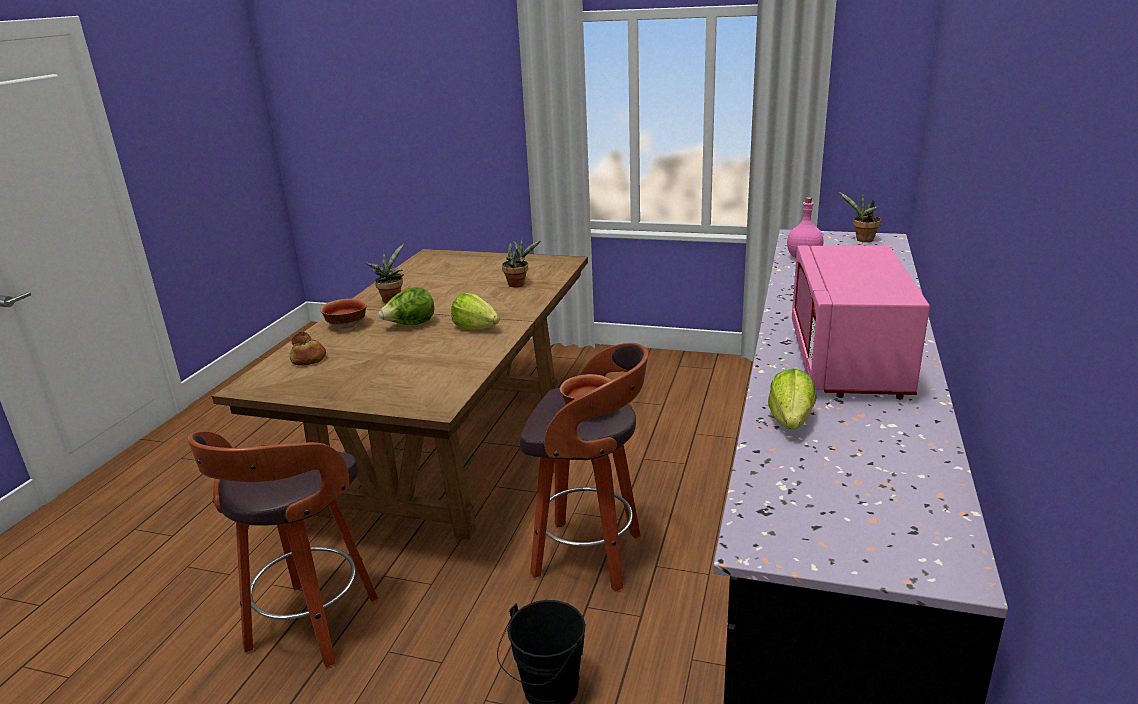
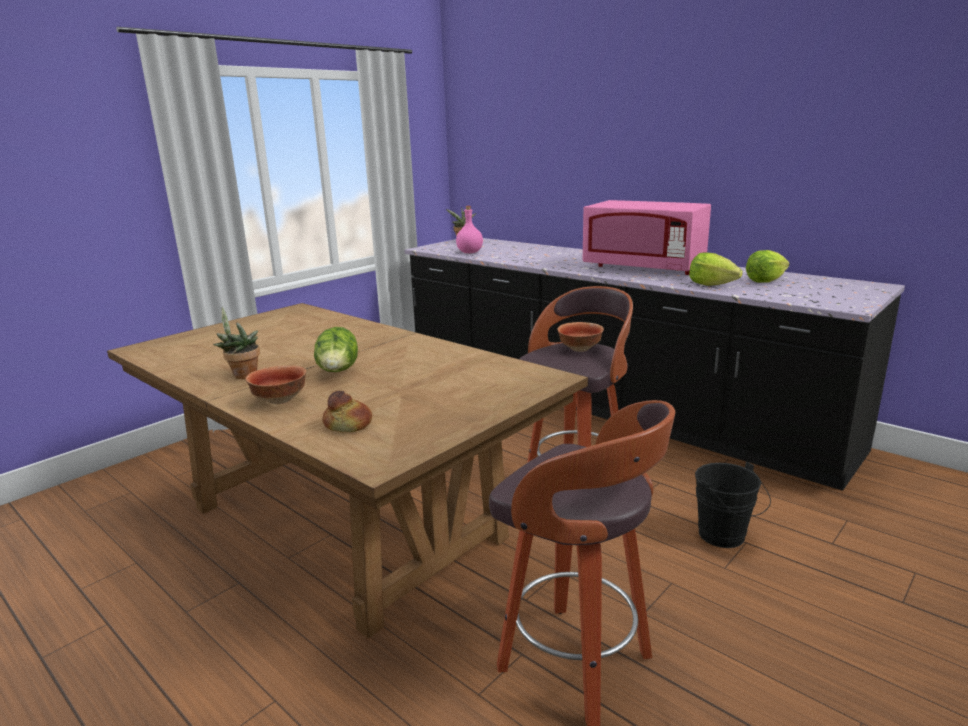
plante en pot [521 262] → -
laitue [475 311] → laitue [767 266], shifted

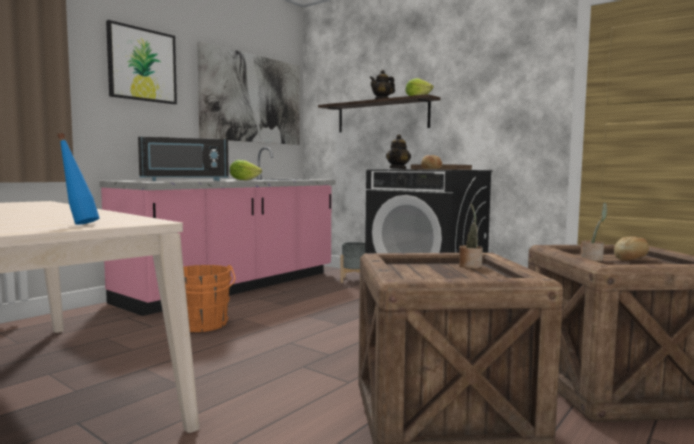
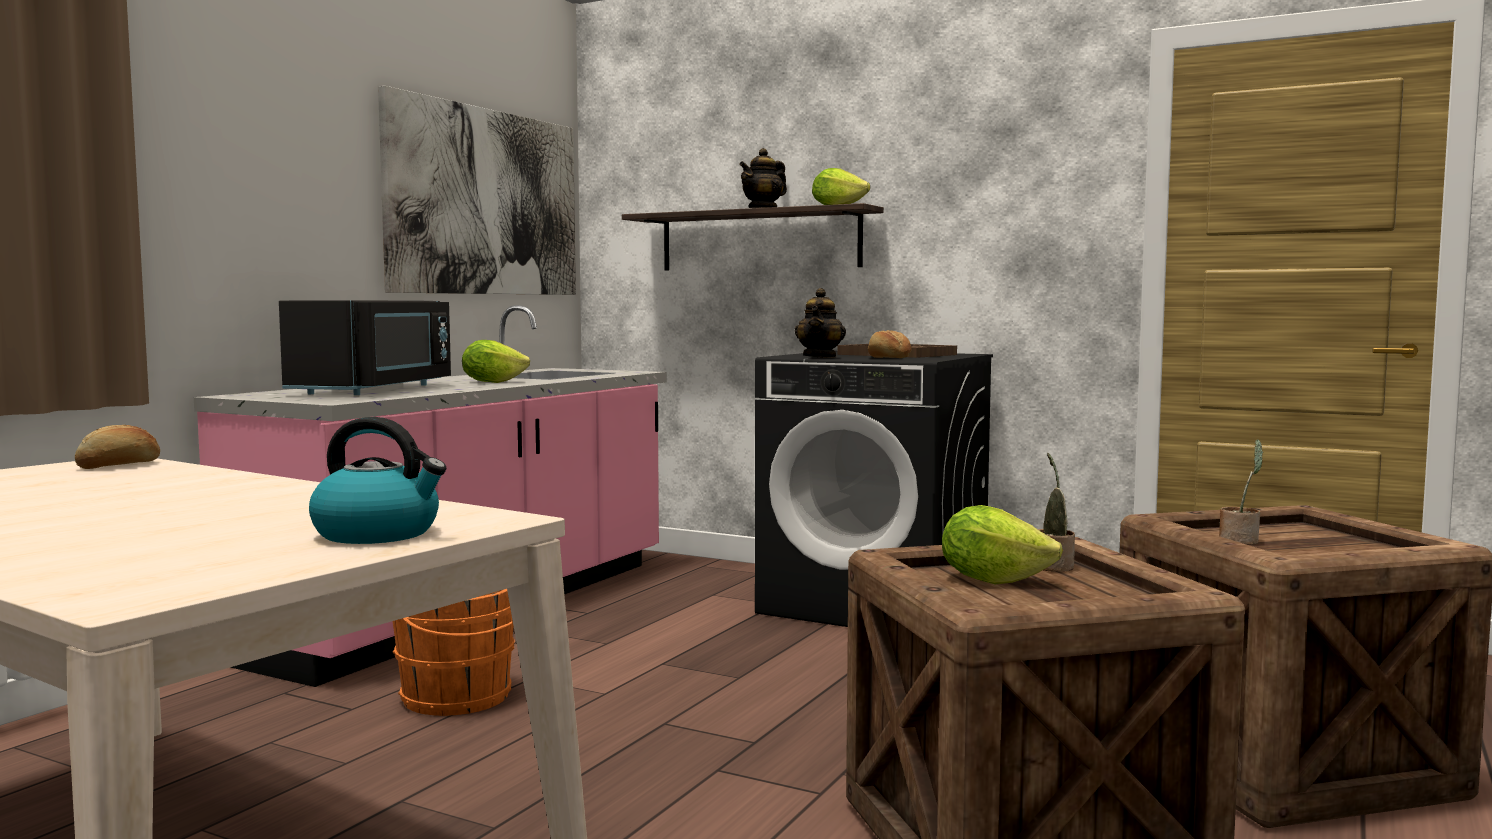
tableau [141 62] → -
bouteille [bleu] [78 179] → bouilloire [377 480]
micro-ondes [noir] [183 159] → micro-ondes [noir] [365 347], 45 degrees counterclockwise
pain [631 248] → pain [117 447], shifted
cache-pot [gris] [352 262] → -
- → laitue [1002 544]

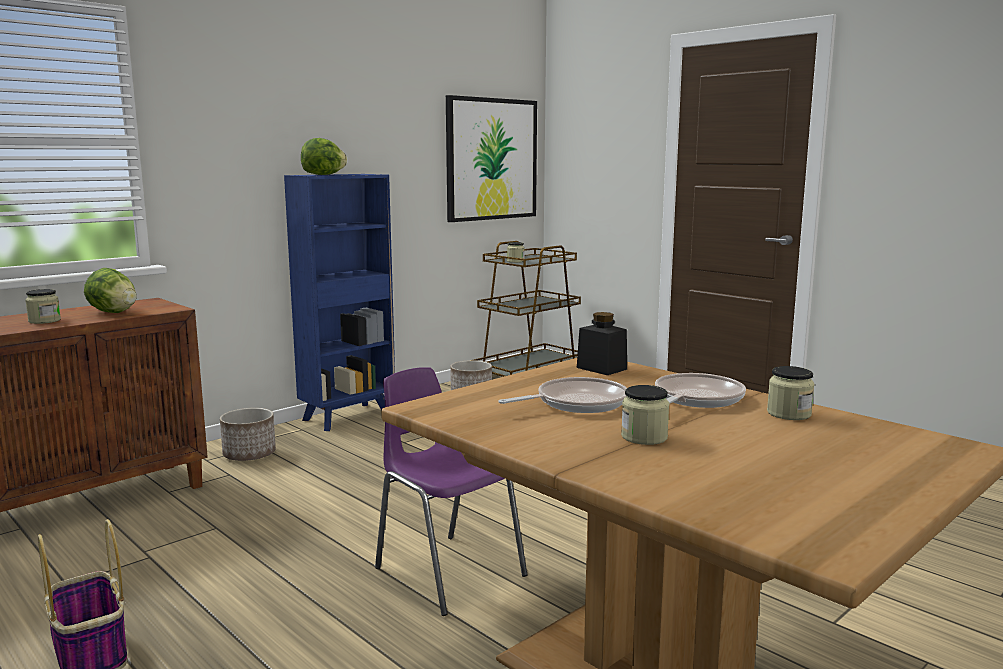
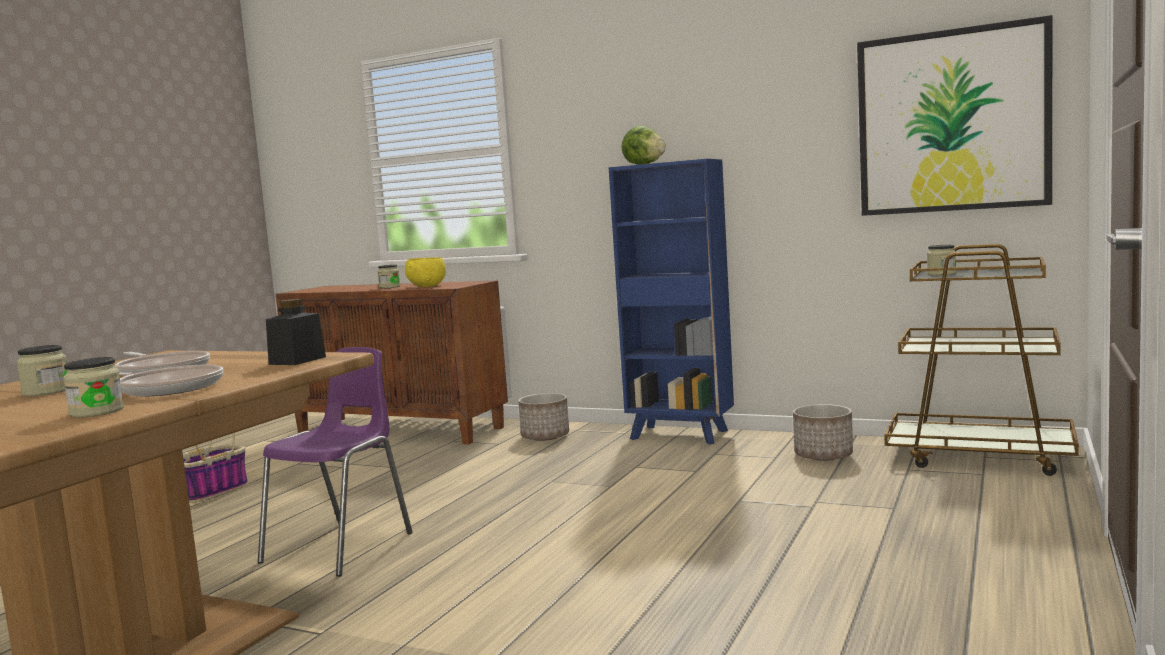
laitue [110 290] → bol [jaune] [425 272]

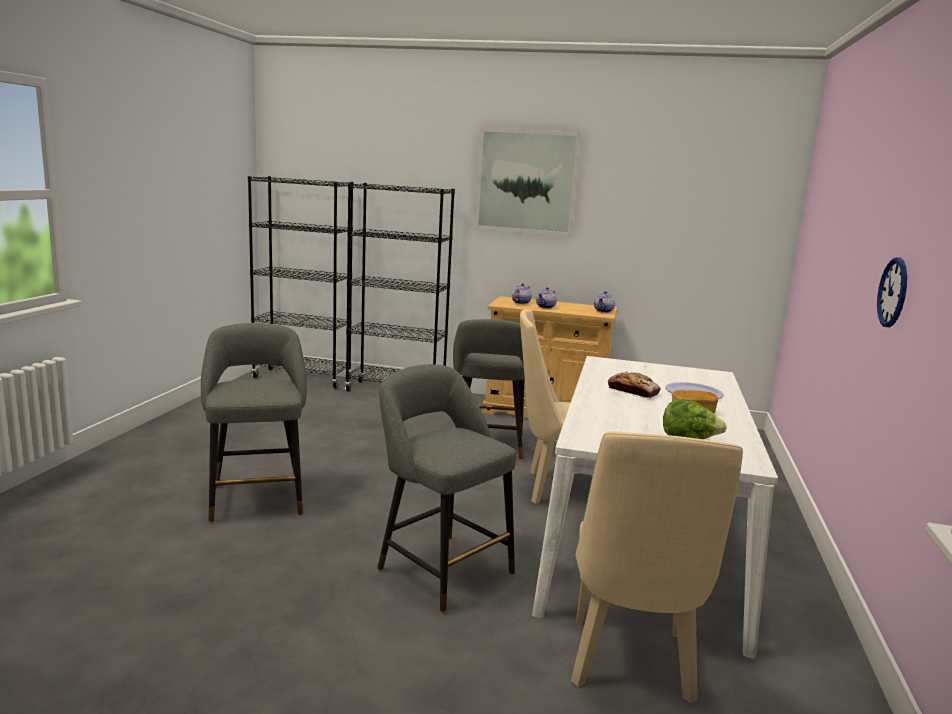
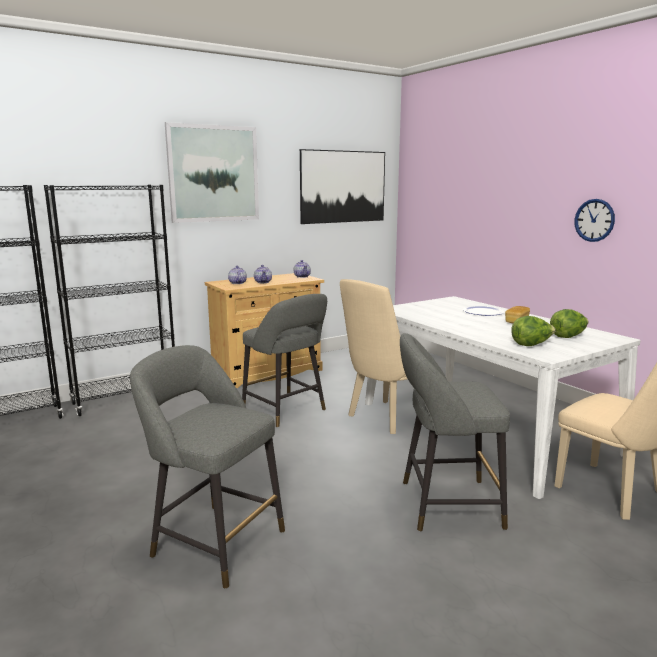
pain [634 384] → -
- → tableau [342 186]
- → laitue [533 331]

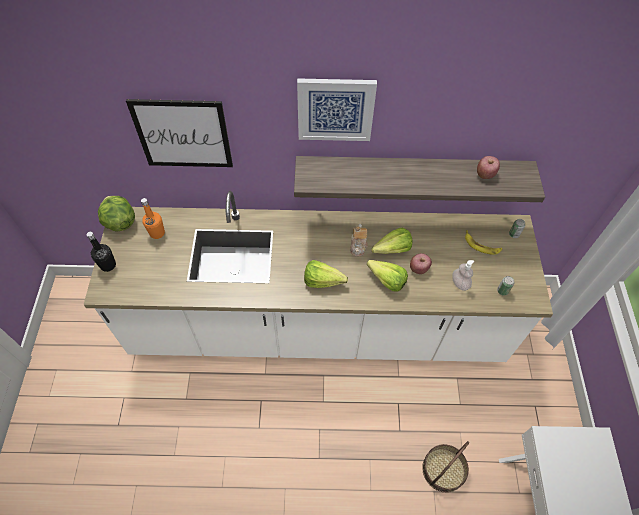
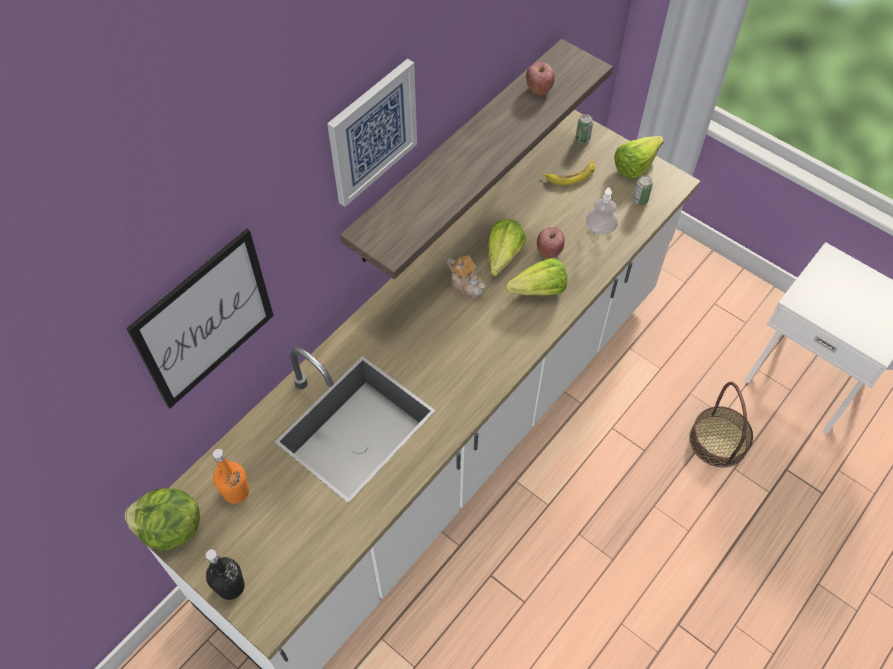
laitue [326 274] → laitue [639 157], shifted

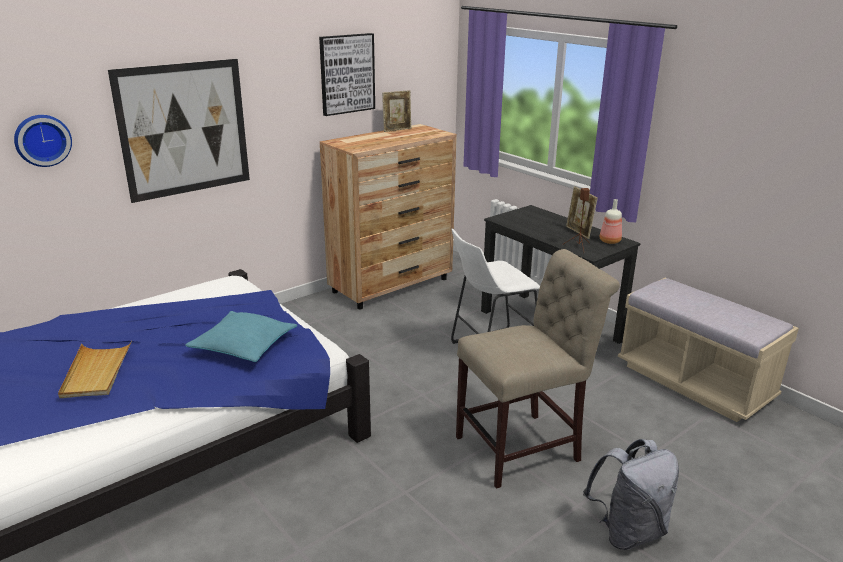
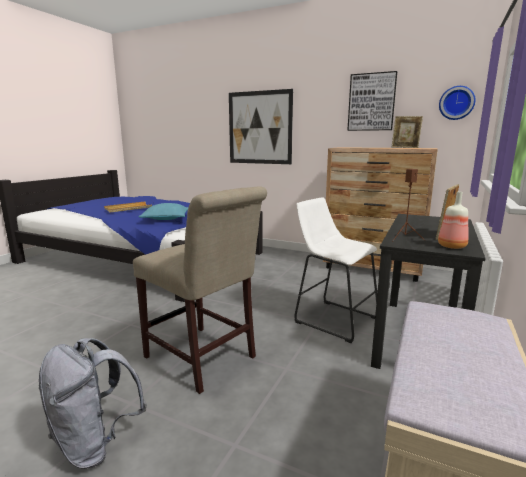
horloge murale [43 141] → horloge murale [457 103], shifted

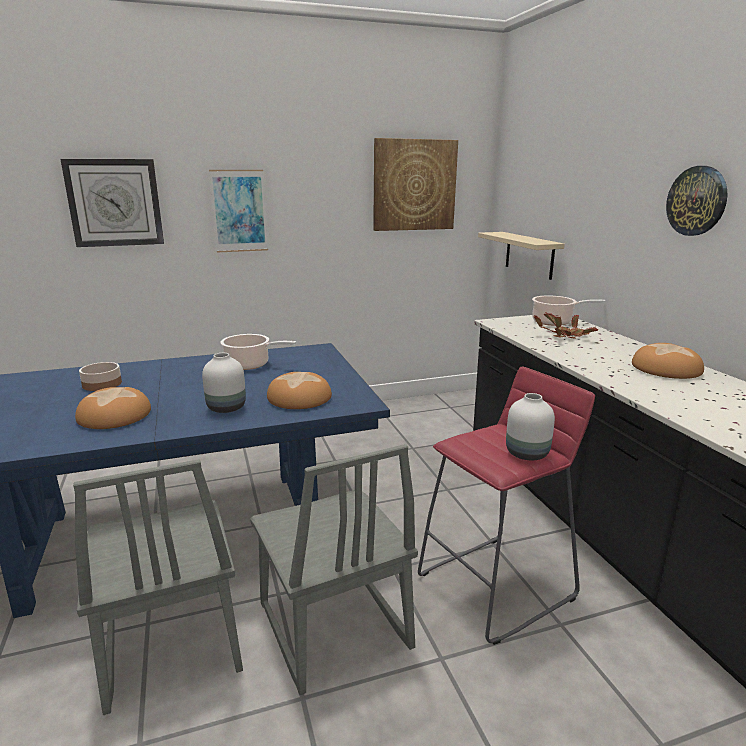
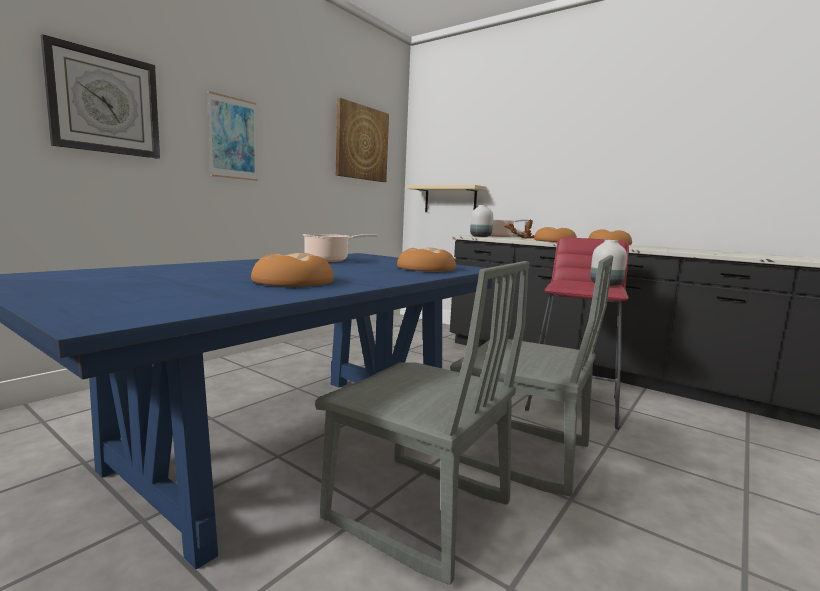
horloge murale [696 201] → -
vase [blanc] [224 383] → vase [blanc] [481 221], shifted
bol [100 376] → -
- → pain [555 234]

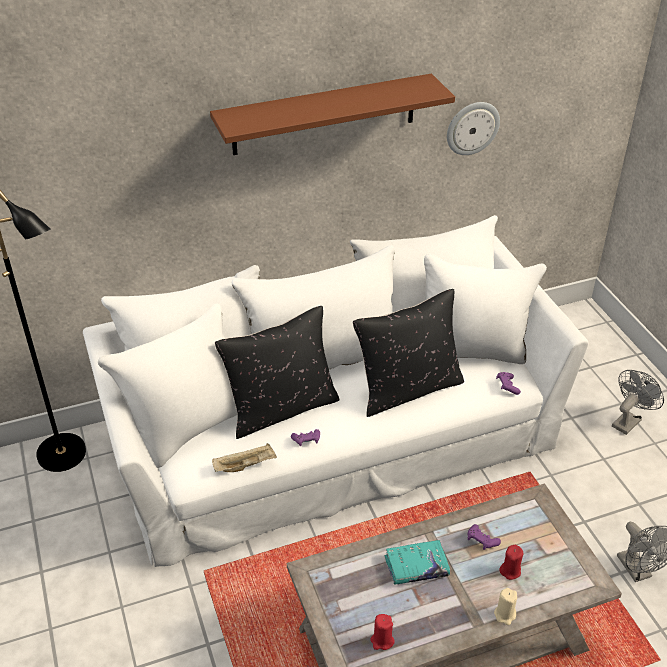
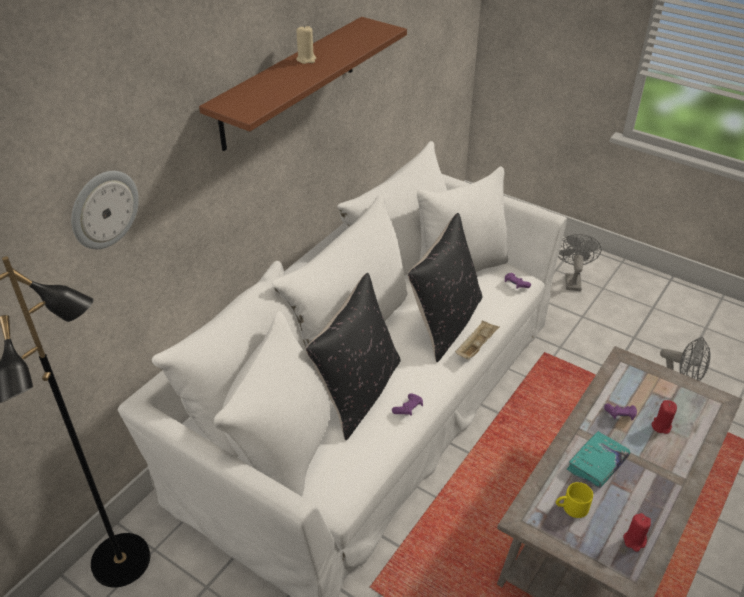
horloge murale [473 128] → horloge murale [105 210], shifted
plateau [beige] [244 457] → plateau [beige] [477 340], shifted
bougie [beige] [505 606] → bougie [beige] [306 44], shifted
- → mug [jaune] [574 500]

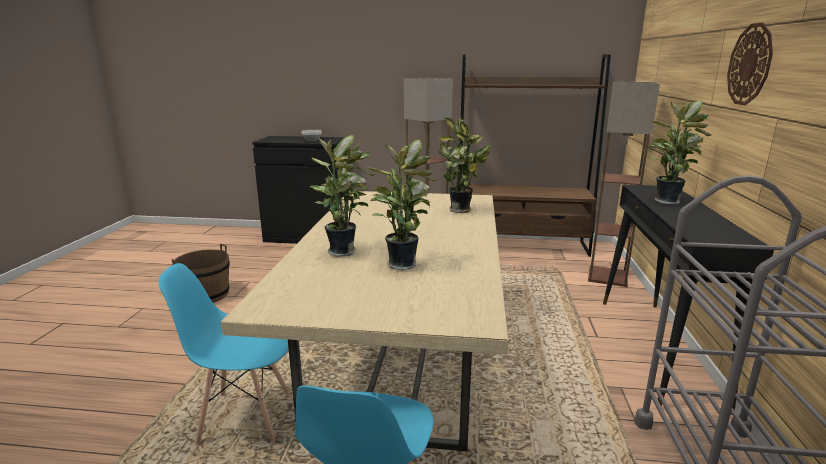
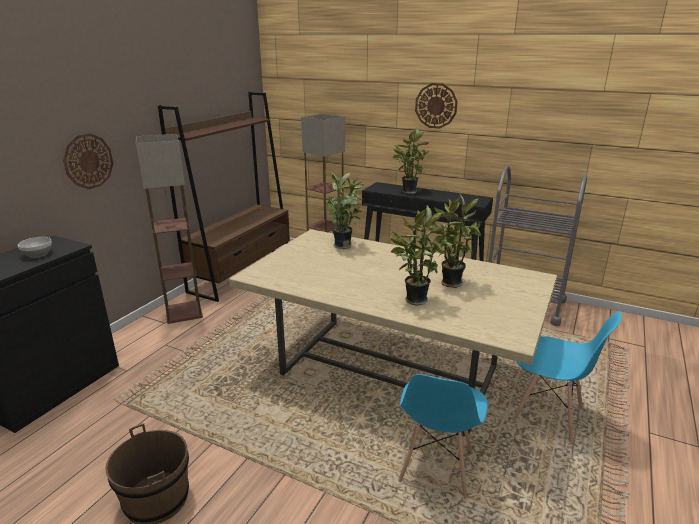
- → horloge murale [88 161]

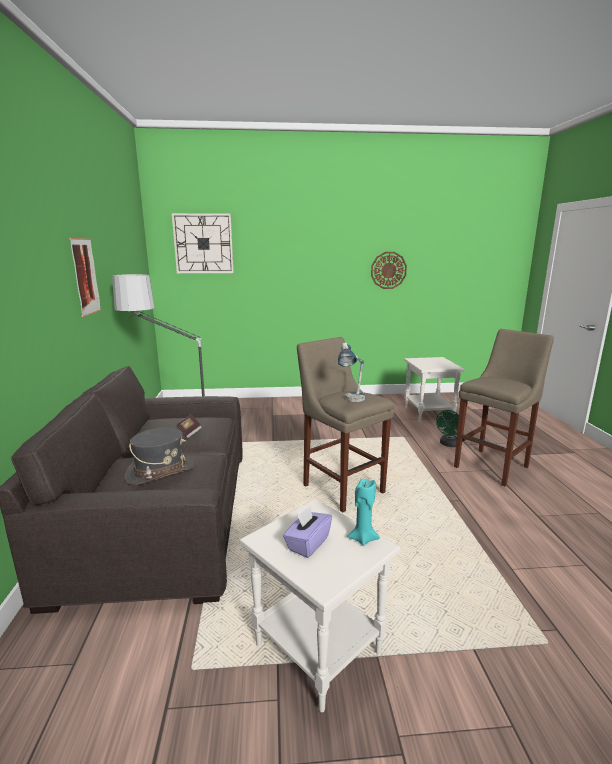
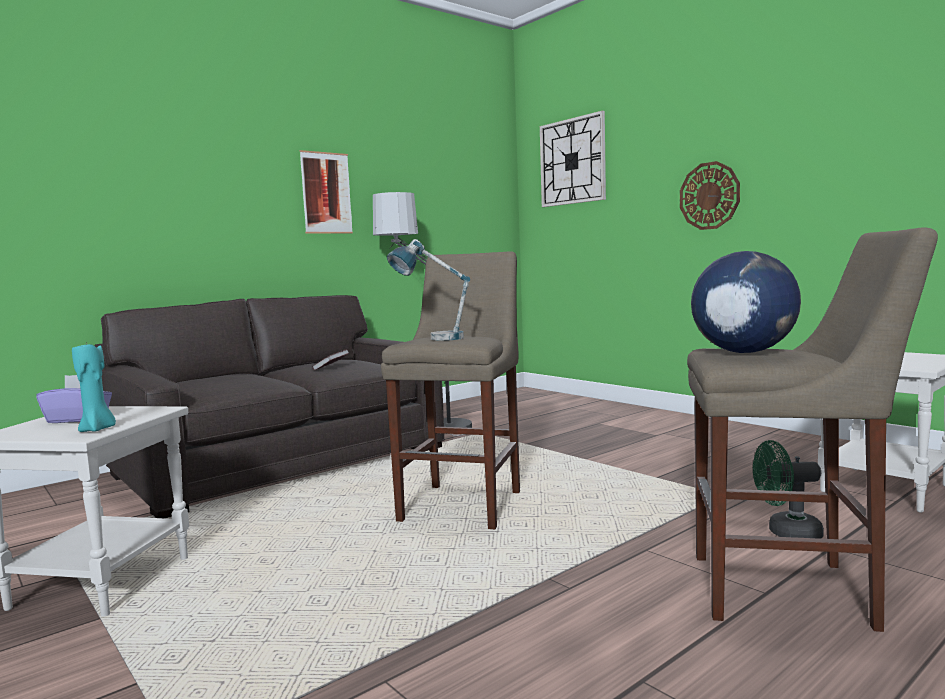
horloge murale [389 270] → horloge murale [710 195], shifted
chapeau [gris] [159 457] → -
- → globe [746 302]

